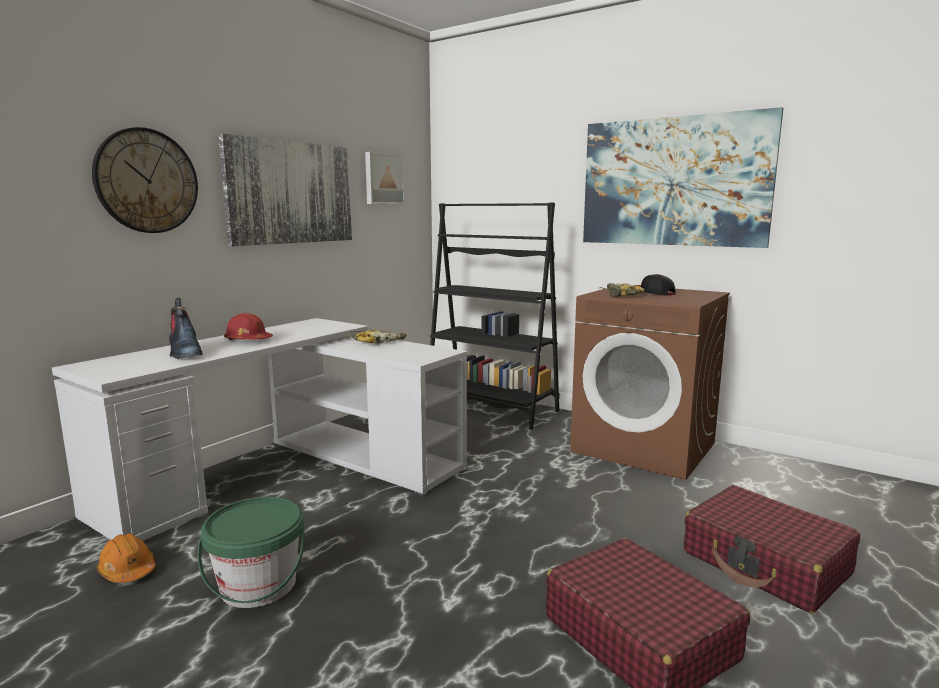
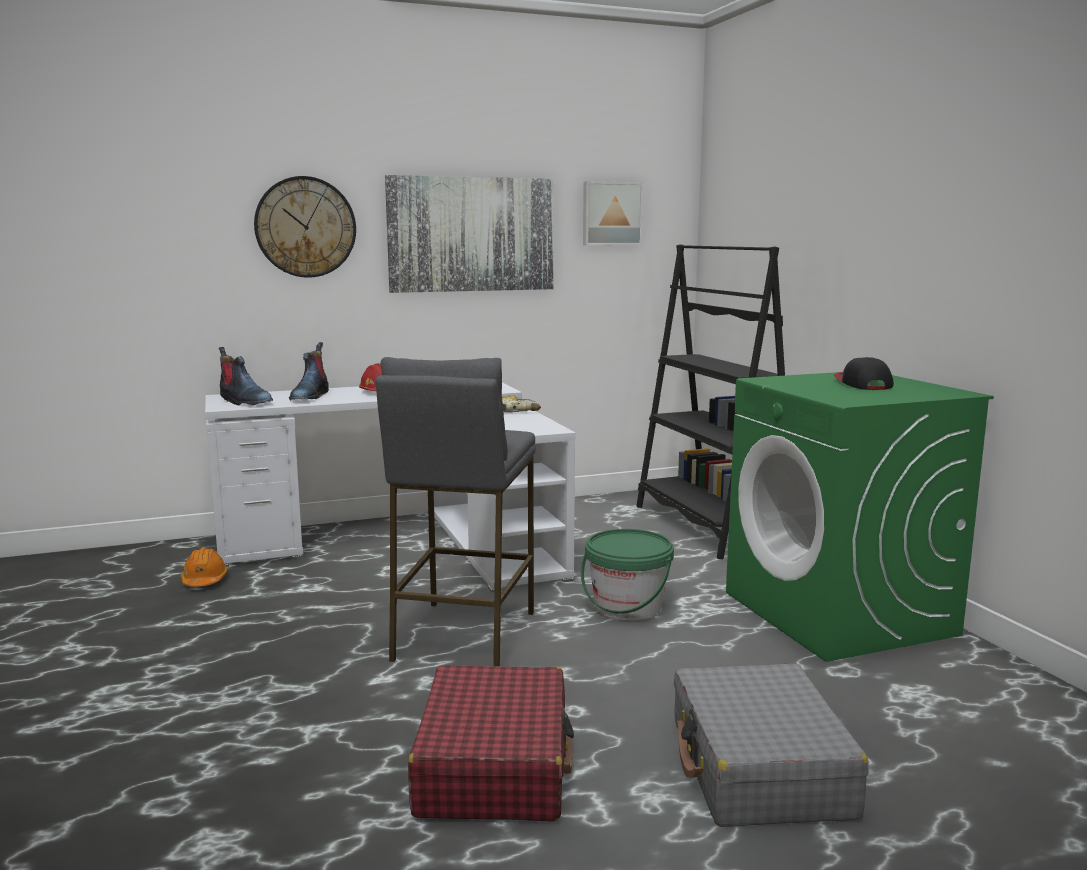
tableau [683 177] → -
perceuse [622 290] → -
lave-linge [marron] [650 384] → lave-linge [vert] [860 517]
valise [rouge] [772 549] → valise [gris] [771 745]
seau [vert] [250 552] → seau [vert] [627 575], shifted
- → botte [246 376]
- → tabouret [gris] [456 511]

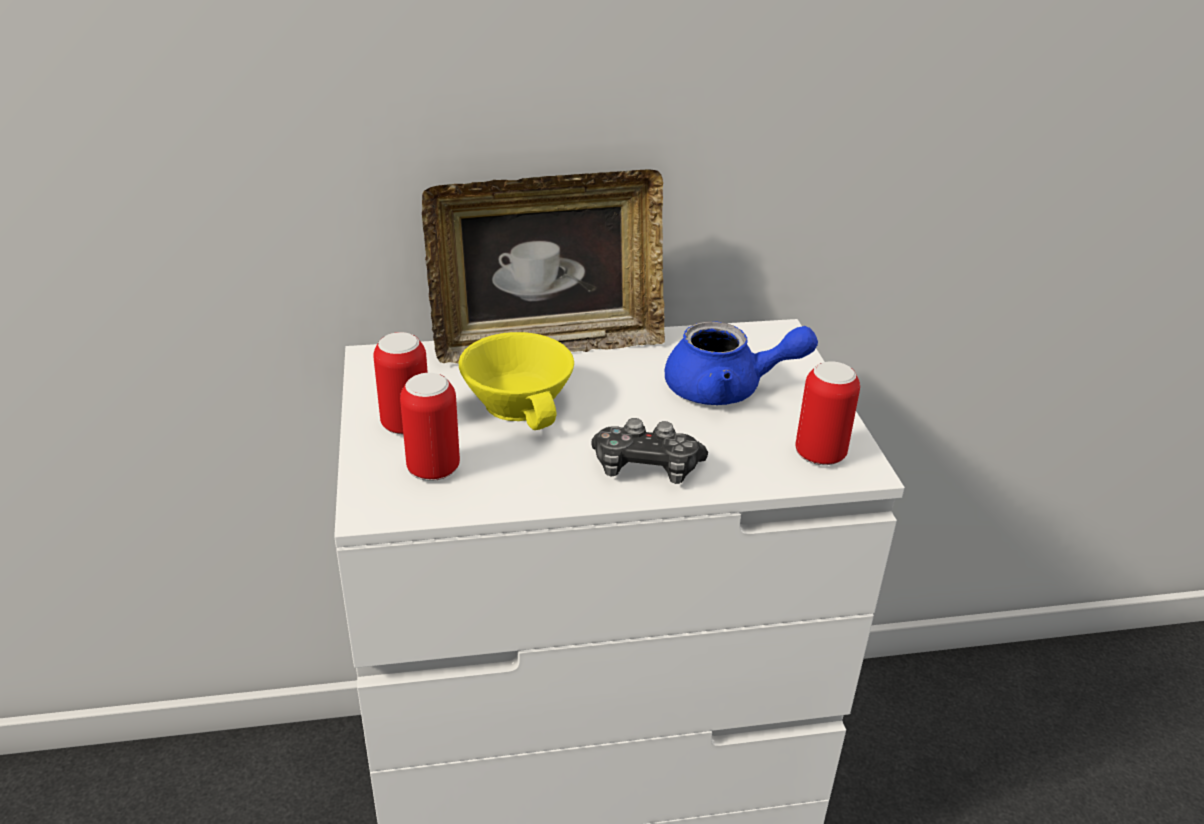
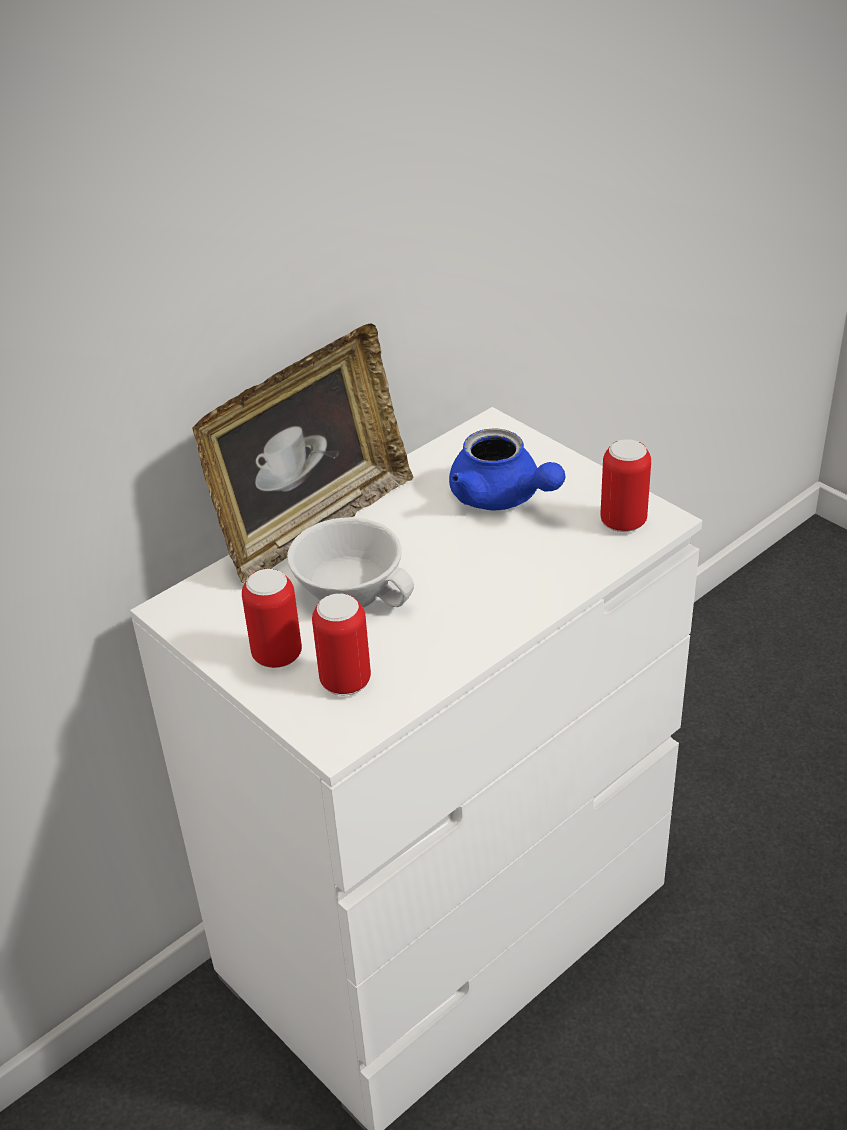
théière [bleu] [741 363] → théière [bleu] [507 469], 75 degrees clockwise
tasse [jaune] [516 381] → tasse [blanc] [350 563]
manette [649 451] → -

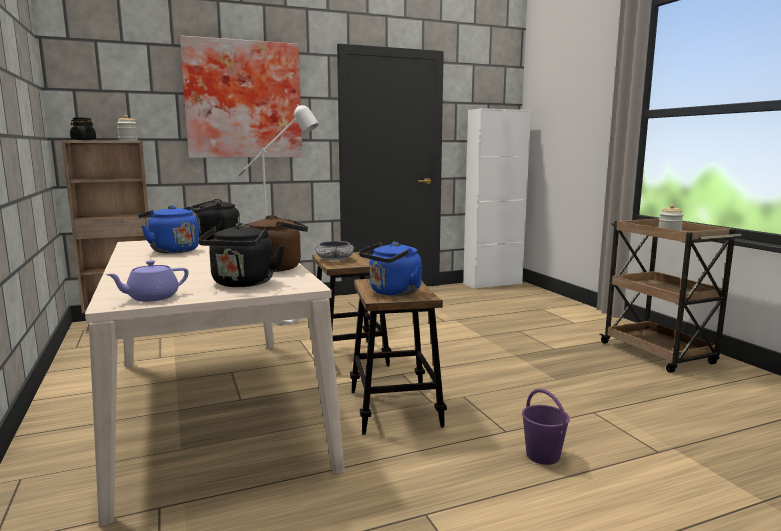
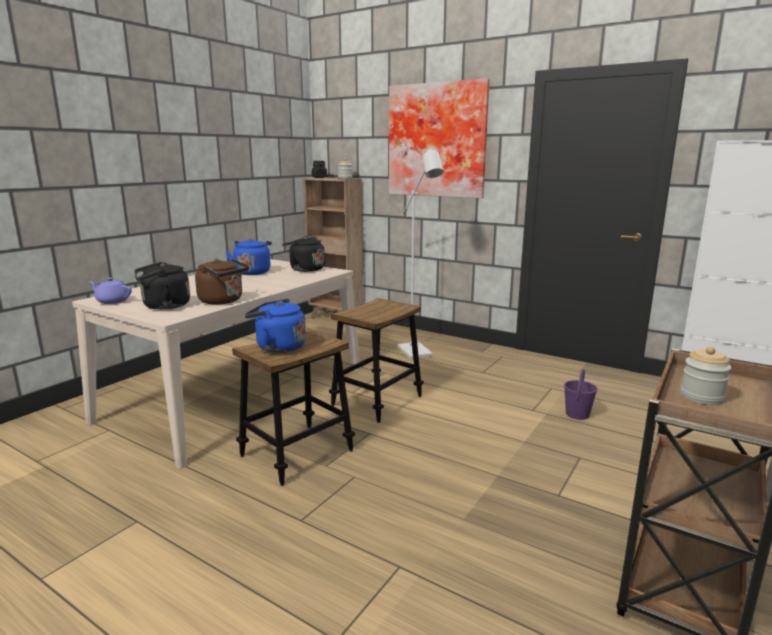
bol [334 250] → -
seau [violet] [546 427] → seau [violet] [581 394], shifted

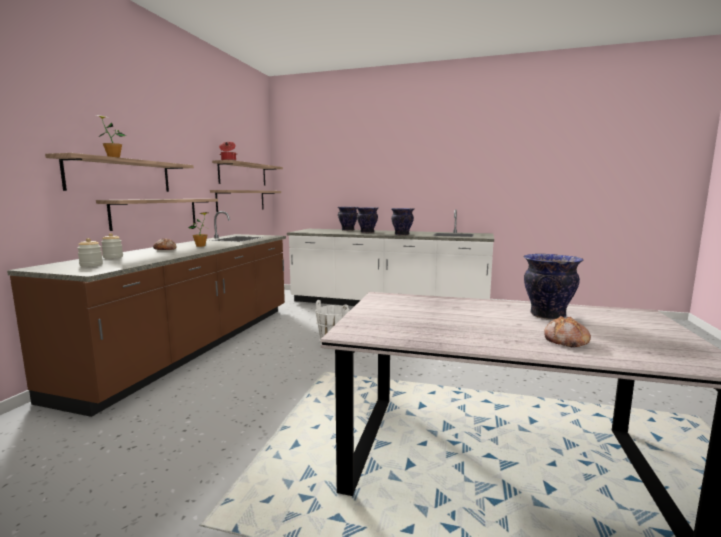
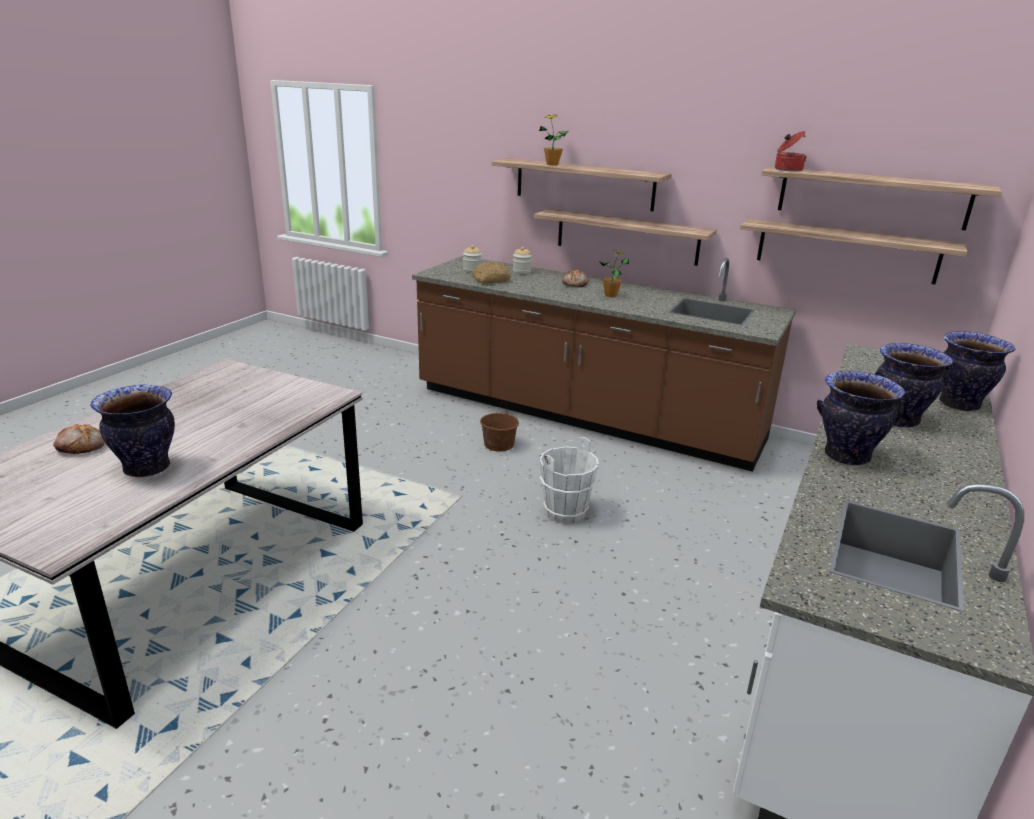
- → pain [491 272]
- → seau [marron] [499 427]

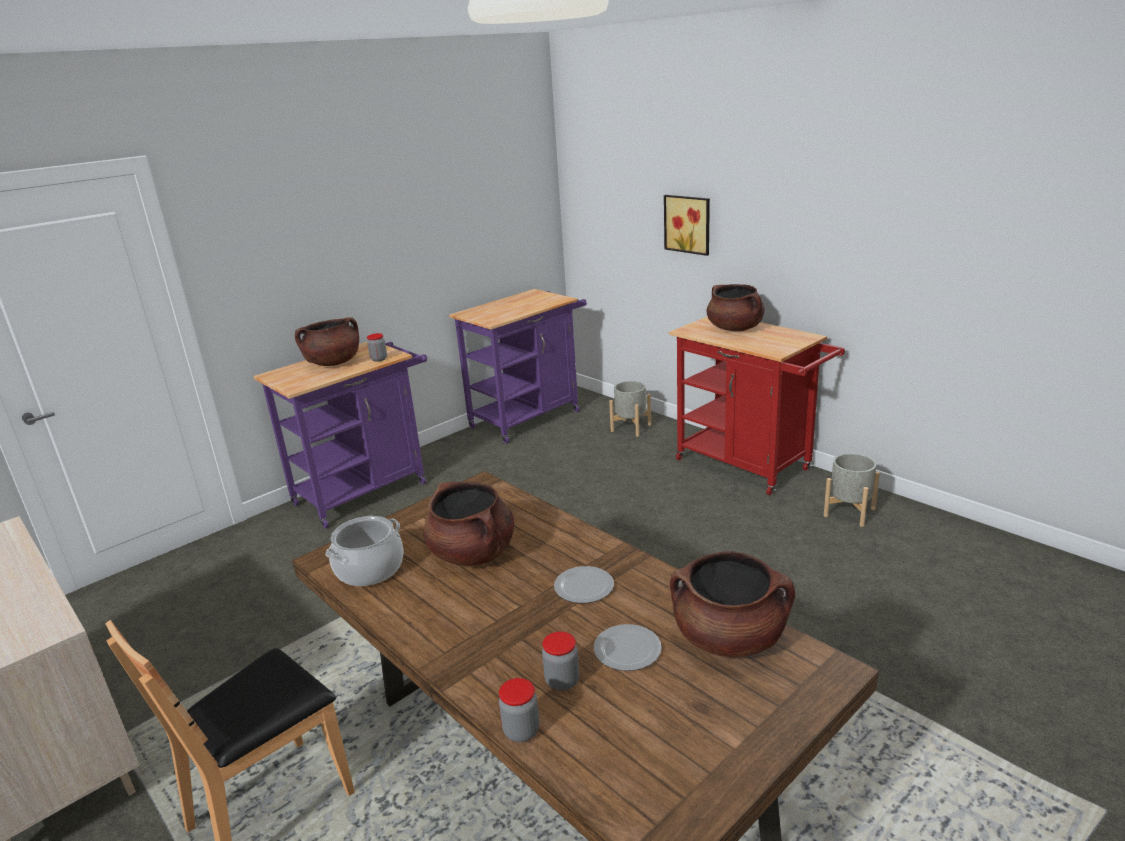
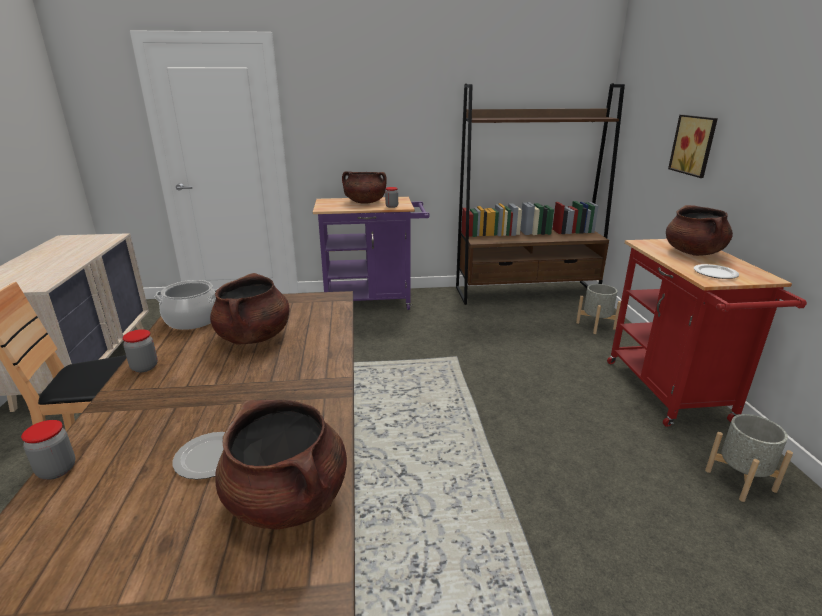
chariot [violet] [518 366] → bibliothèque [marron] [540 194]
assiette [584 584] → assiette [716 271], shifted
bocal [560 661] → bocal [140 350], shifted

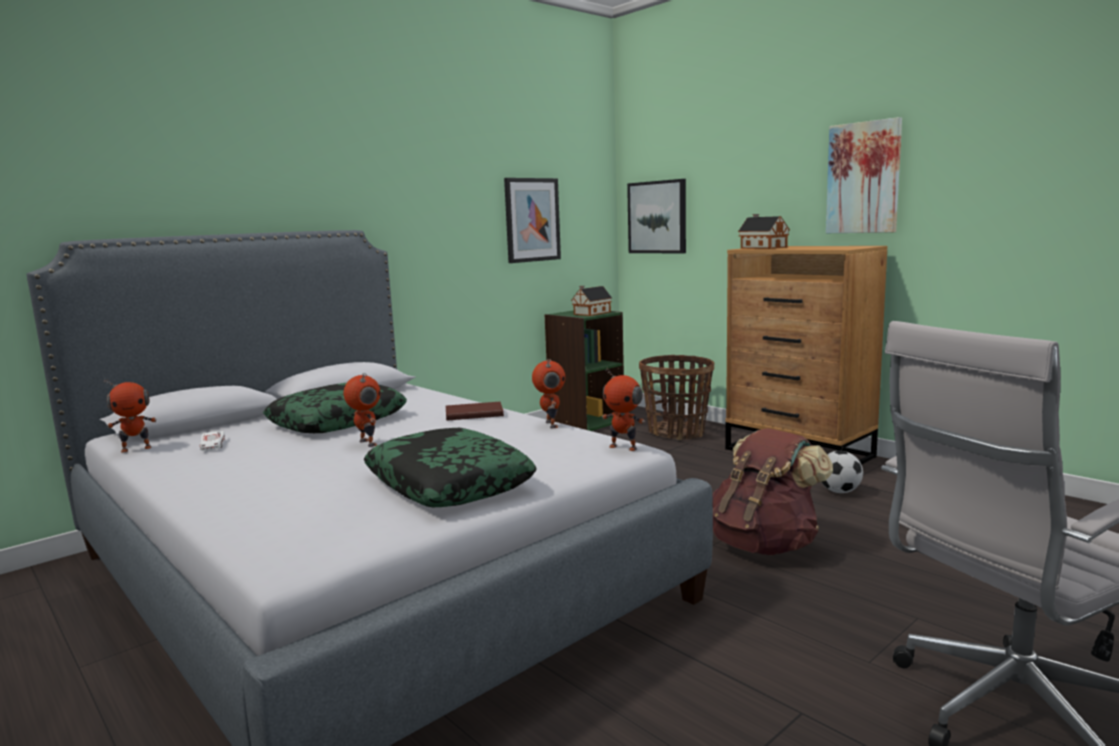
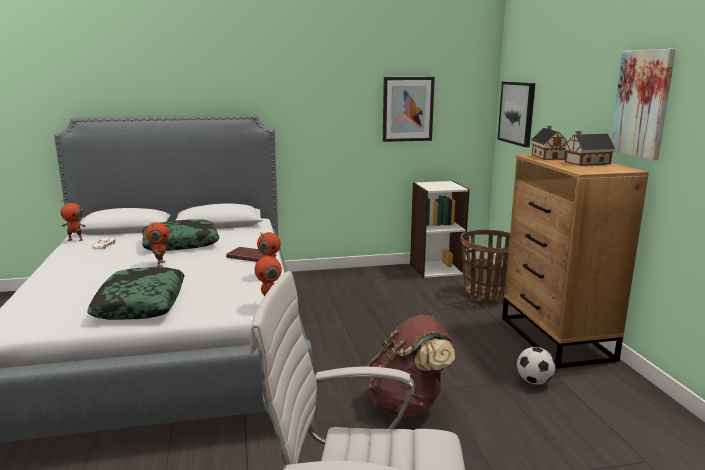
maison miniature [591 301] → maison miniature [589 148], shifted
bibliothèque [vert] [584 370] → bibliothèque [blanc] [440 229]

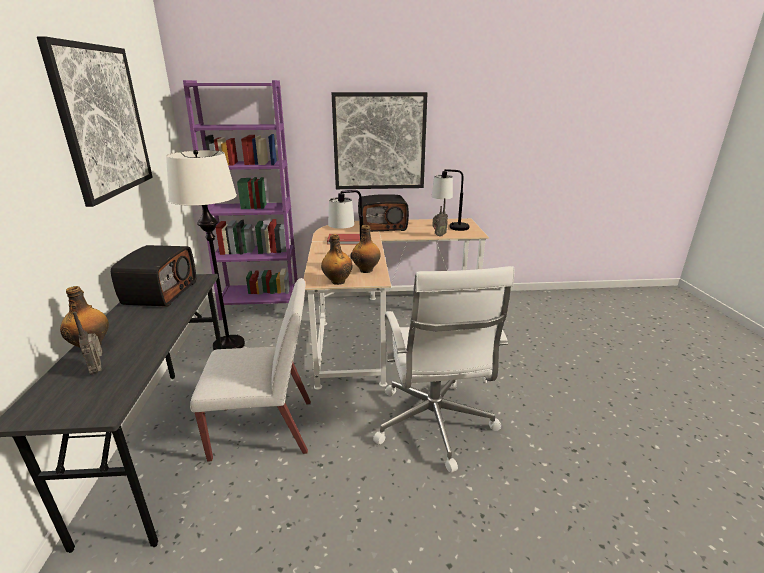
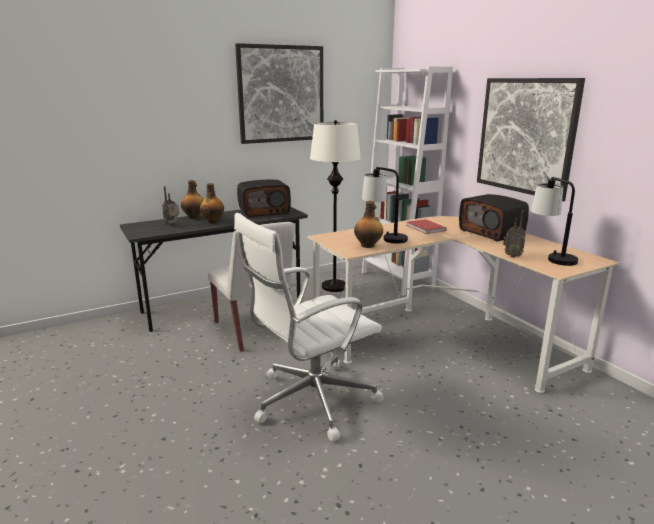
bibliothèque [violet] [240 200] → bibliothèque [blanc] [407 181]
bouteille [336 259] → bouteille [212 203], shifted

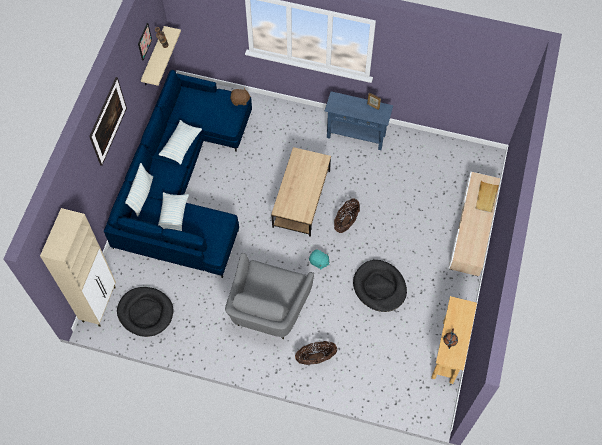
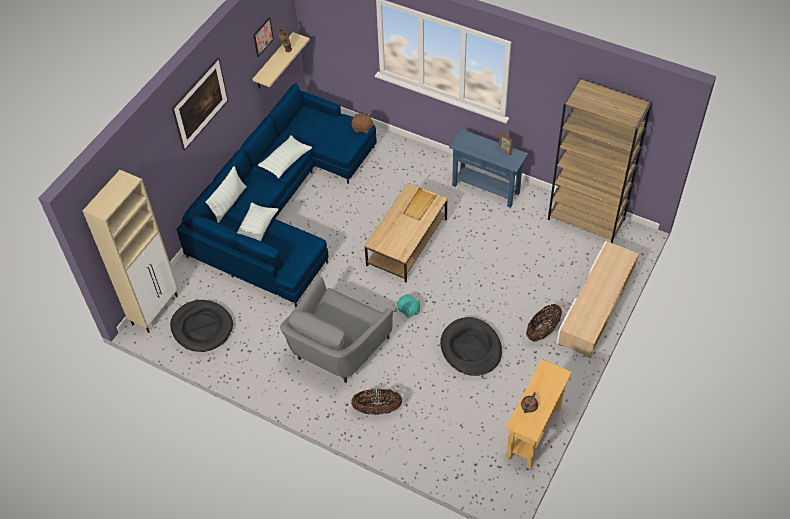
plateau [beige] [487 197] → plateau [beige] [420 204], shifted
panier [347 216] → panier [544 323], shifted
- → bibliothèque [marron] [600 161]

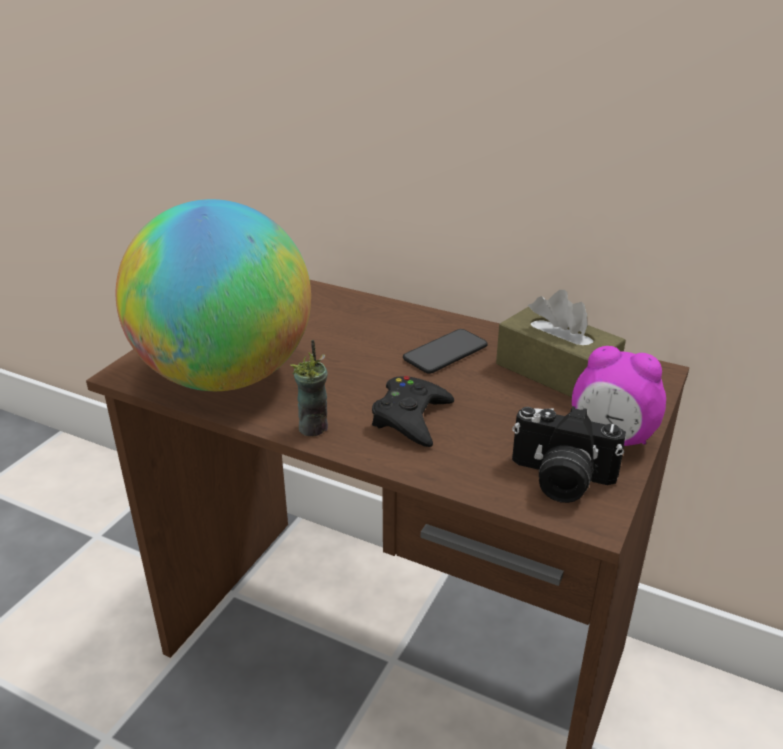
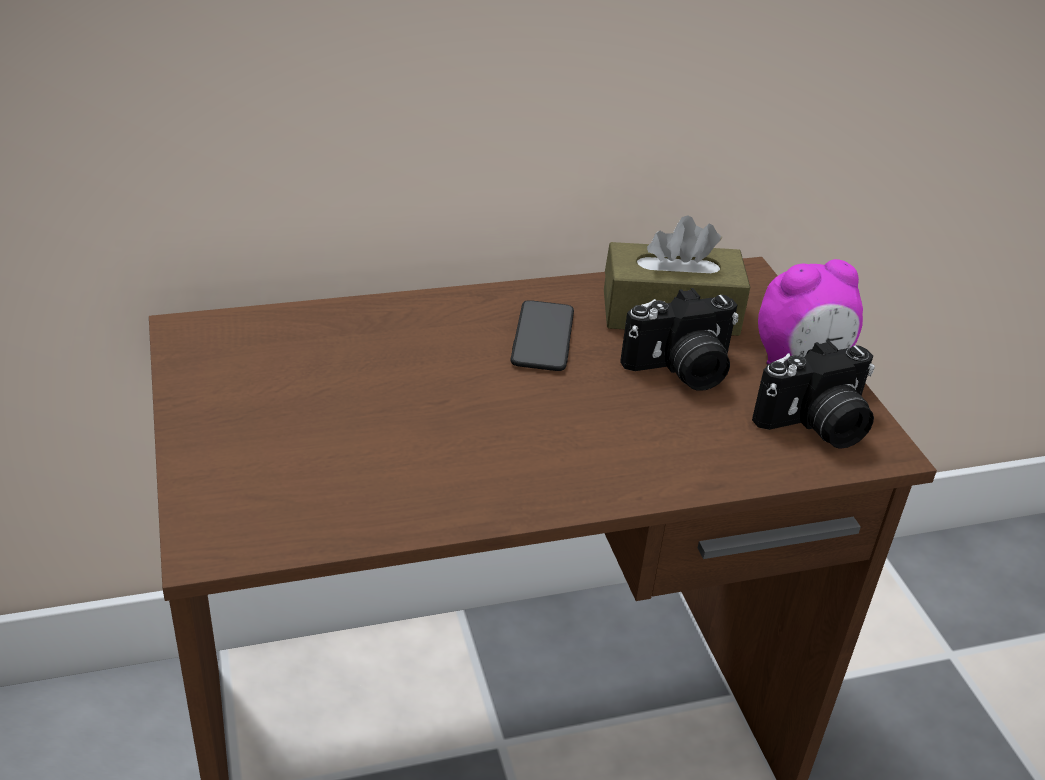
globe [213 295] → -
tasse [309 388] → -
manette [noir] [413 411] → -
- → appareil photo [679 339]

